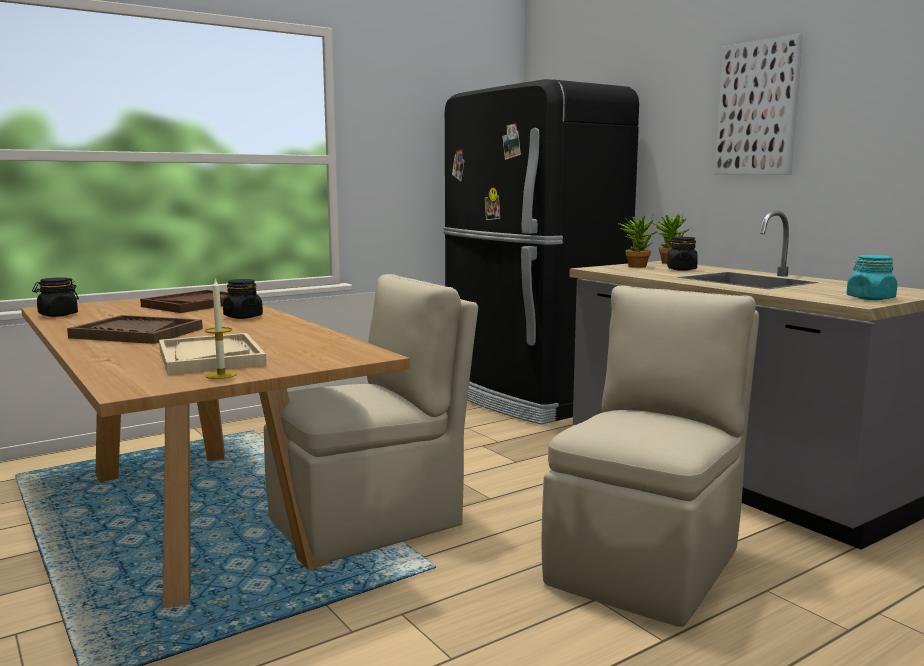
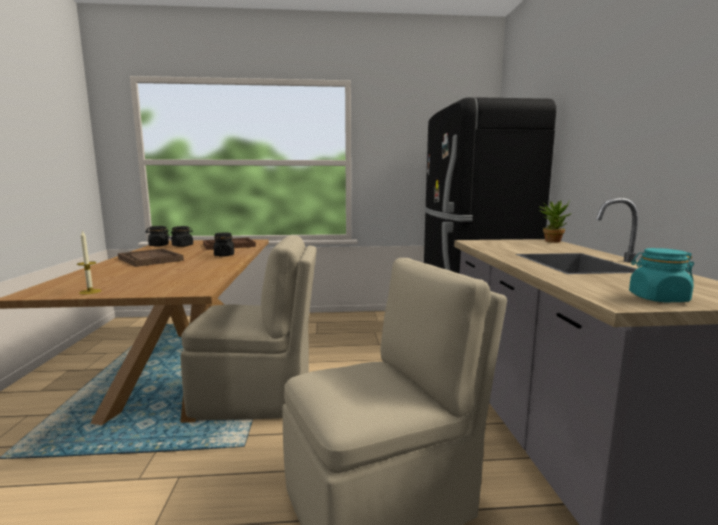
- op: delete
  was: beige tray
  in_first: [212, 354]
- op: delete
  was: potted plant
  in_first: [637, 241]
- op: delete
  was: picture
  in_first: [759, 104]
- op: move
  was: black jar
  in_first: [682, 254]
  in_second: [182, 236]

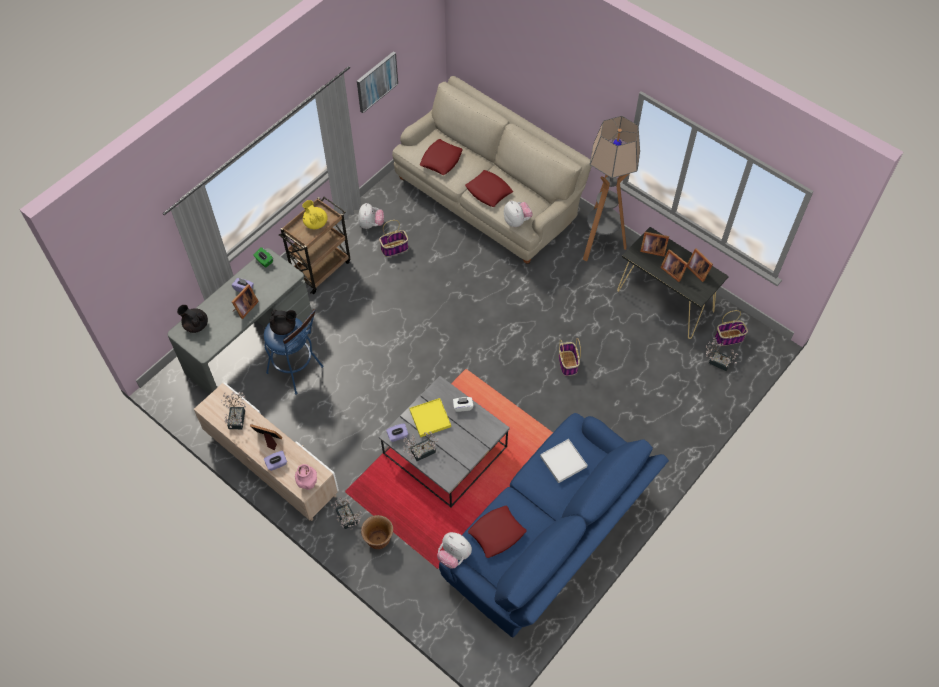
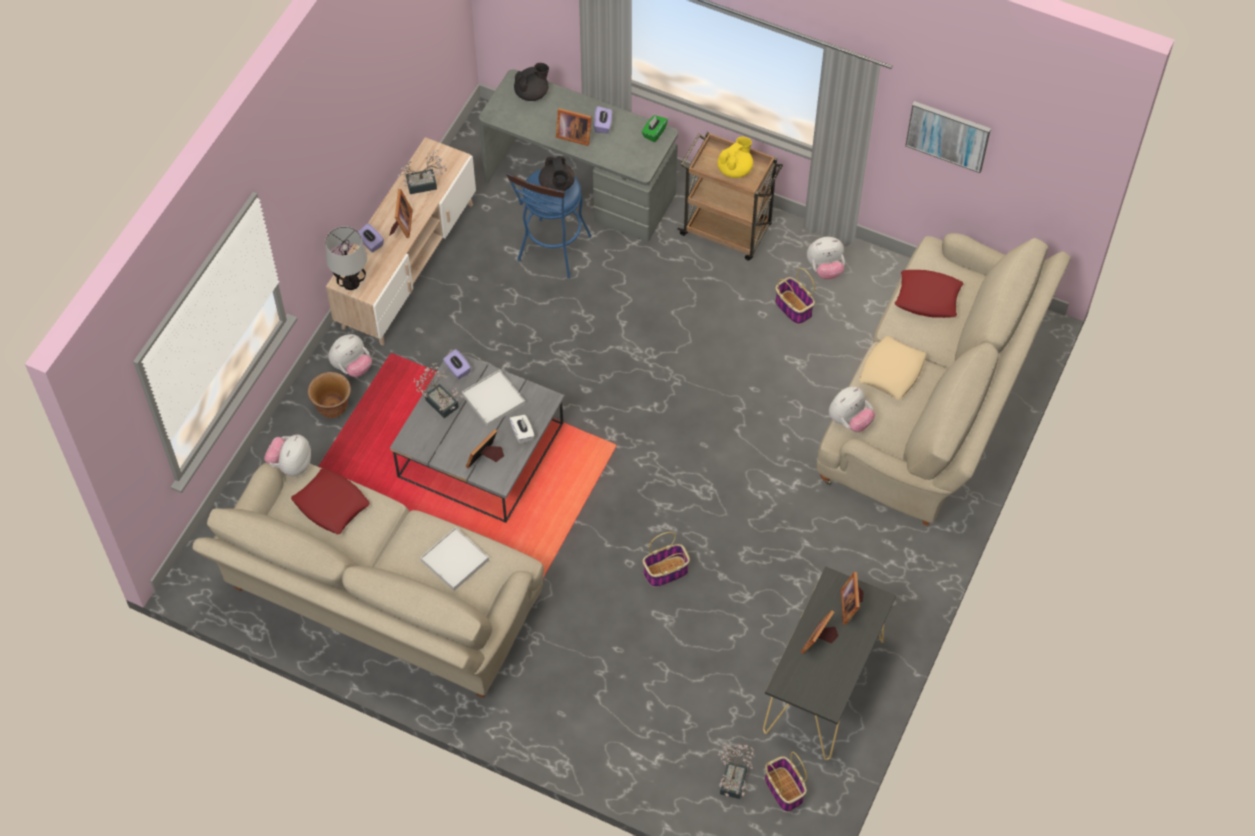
- op: delete
  was: floor lamp
  in_first: [611, 189]
- op: move
  was: picture frame
  in_first: [700, 265]
  in_second: [485, 448]
- op: replace
  was: pink vase
  now: table lamp
  in_first: [306, 477]
  in_second: [346, 258]
- op: replace
  was: potted plant
  now: plush toy
  in_first: [346, 513]
  in_second: [350, 355]
- op: recolor
  was: yellow tray
  now: white tray
  in_first: [430, 417]
  in_second: [493, 398]
- op: recolor
  was: blue sofa
  now: beige sofa
  in_first: [554, 525]
  in_second: [368, 580]
- op: recolor
  was: red pillow
  now: beige pillow
  in_first: [489, 188]
  in_second: [892, 368]
- op: rotate
  was: black teapot
  in_first: [192, 319]
  in_second: [531, 82]
  clockwise: 45

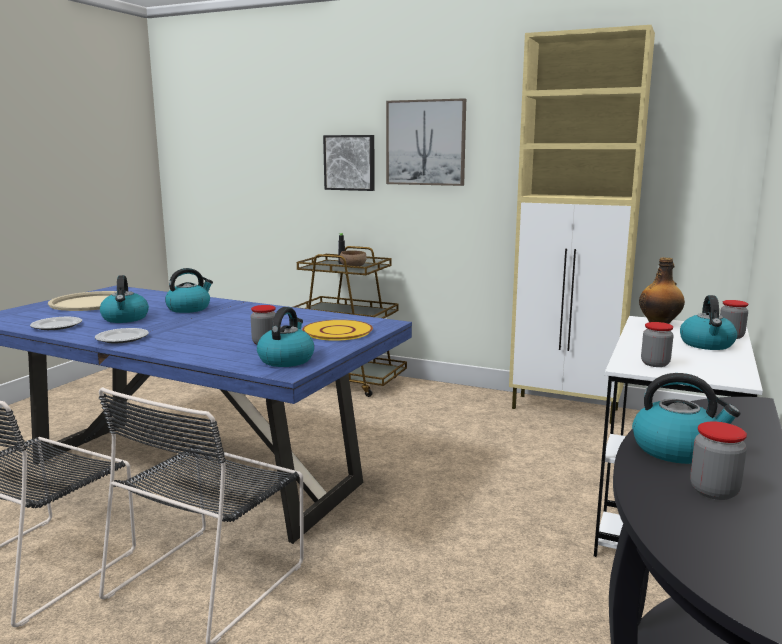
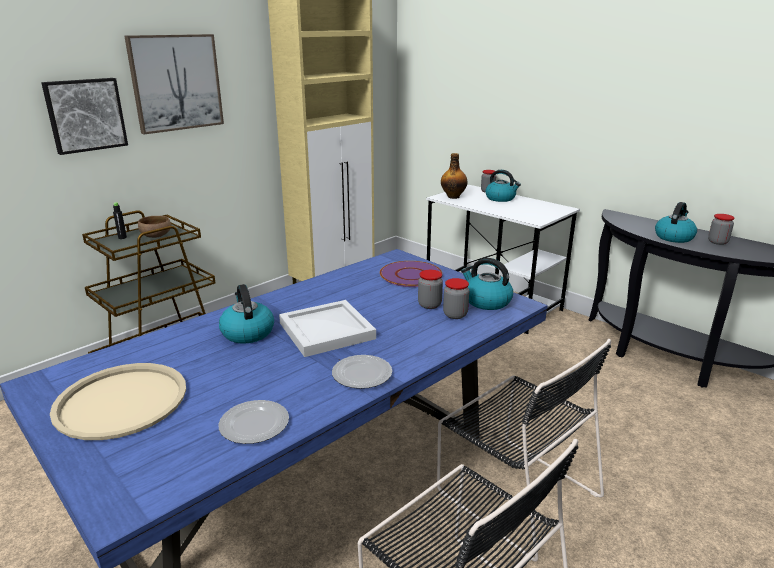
- op: delete
  was: kettle
  in_first: [124, 299]
- op: insert
  now: white tray
  in_second: [327, 328]
- op: move
  was: jar
  in_first: [657, 344]
  in_second: [456, 298]
- op: recolor
  was: yellow plate
  now: purple plate
  in_first: [337, 330]
  in_second: [411, 274]

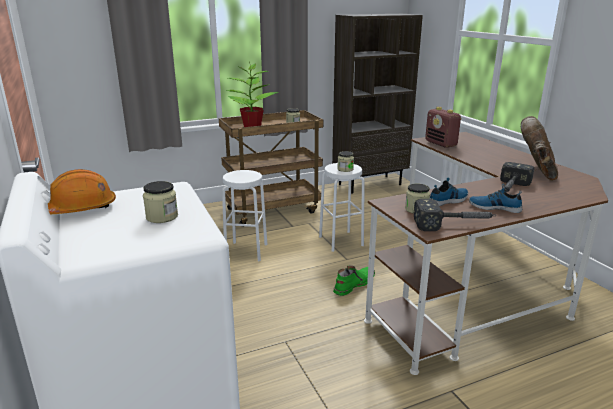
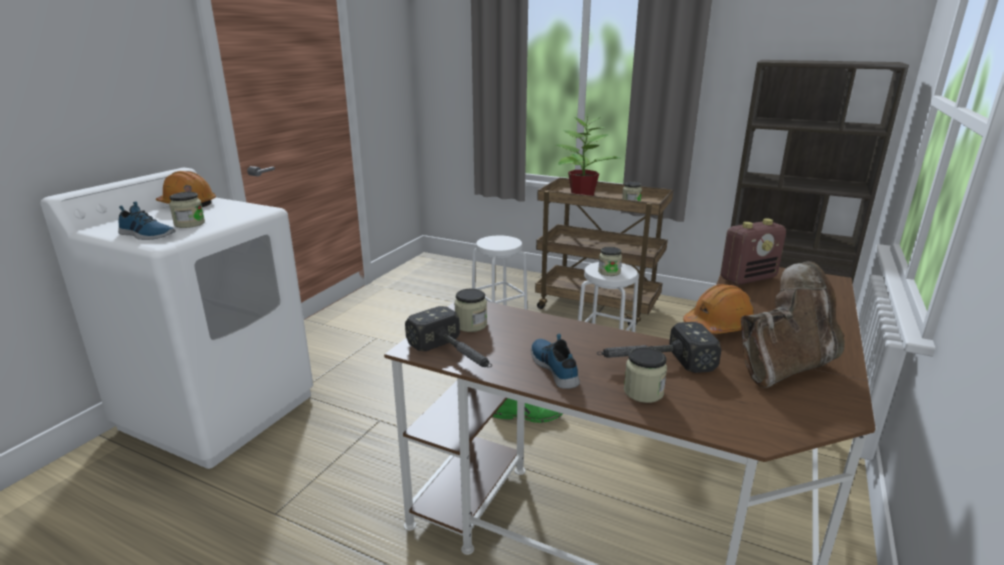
- op: insert
  now: jar
  in_second: [645, 375]
- op: insert
  now: orange hard hat
  in_second: [718, 309]
- op: move
  was: shoe
  in_first: [449, 192]
  in_second: [147, 220]
- op: rotate
  was: radio
  in_first: [443, 127]
  in_second: [753, 251]
  clockwise: -135

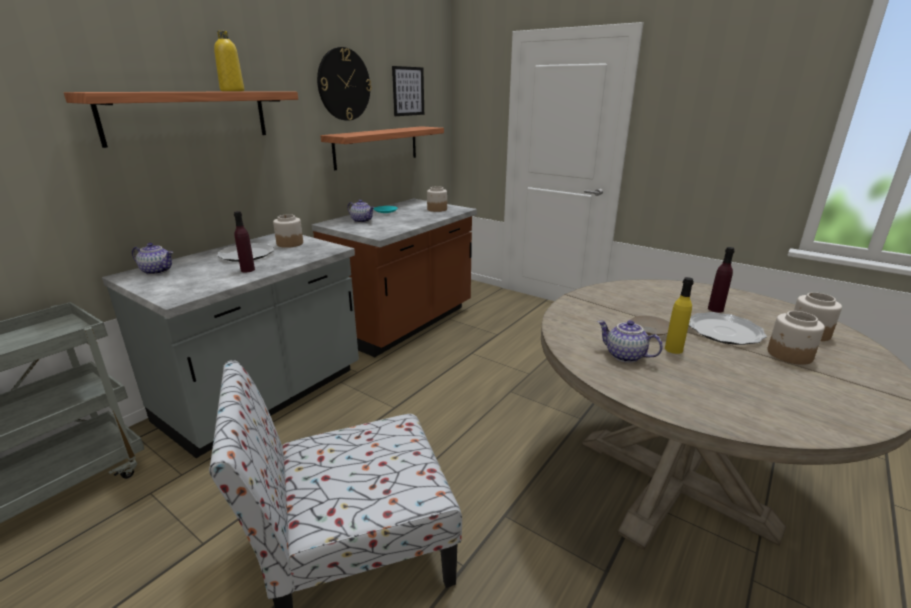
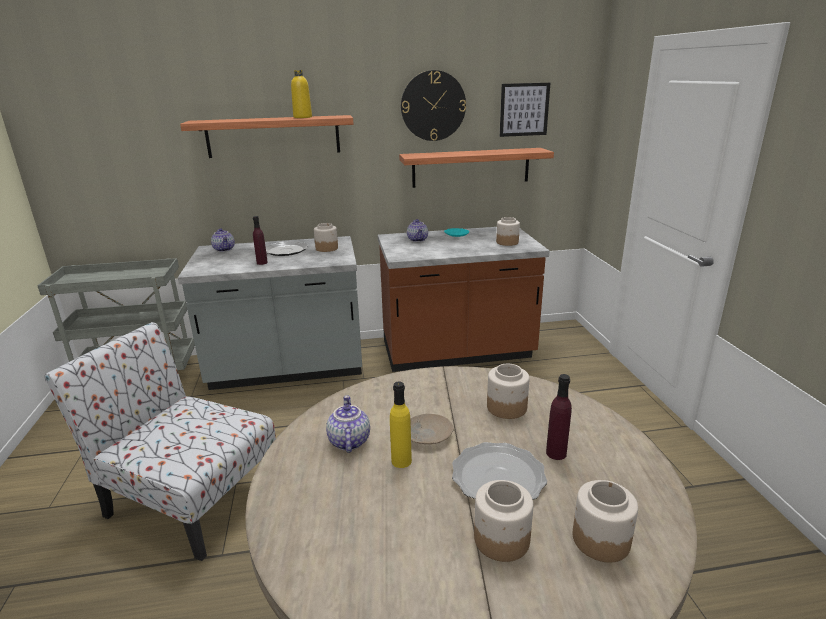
- op: insert
  now: jar
  in_second: [508, 391]

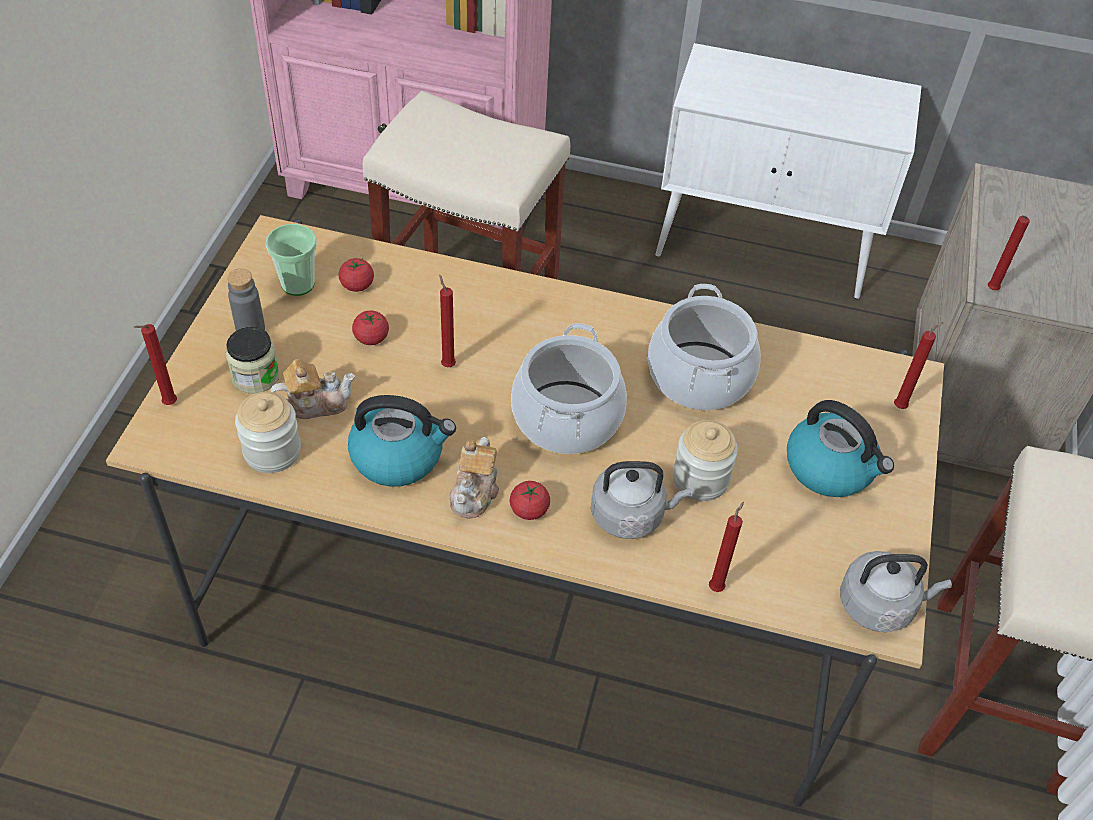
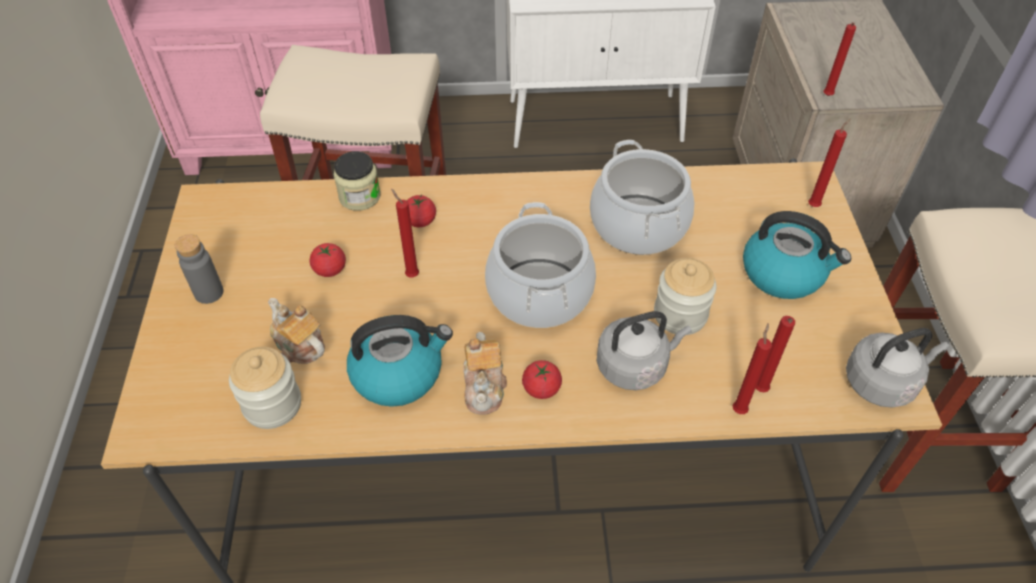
- op: delete
  was: cup
  in_first: [291, 260]
- op: move
  was: red candle
  in_first: [155, 364]
  in_second: [775, 354]
- op: move
  was: jar
  in_first: [252, 360]
  in_second: [357, 181]
- op: move
  was: tomato
  in_first: [356, 275]
  in_second: [421, 211]
- op: rotate
  was: teapot
  in_first: [313, 389]
  in_second: [296, 331]
  clockwise: -105

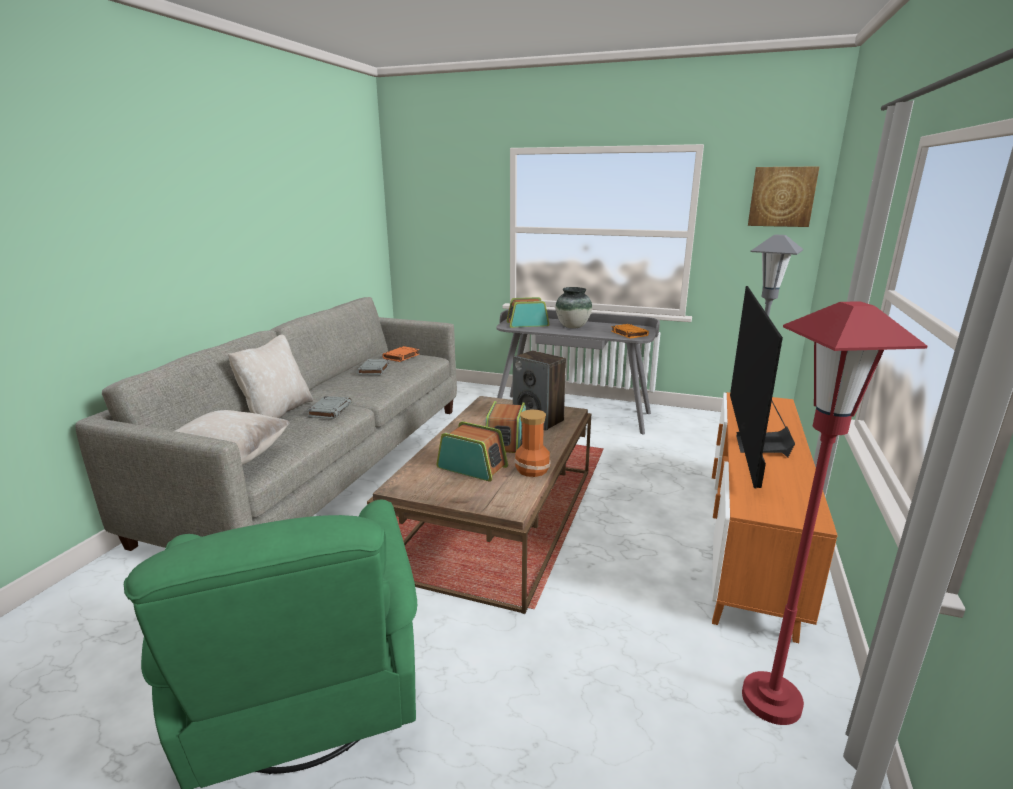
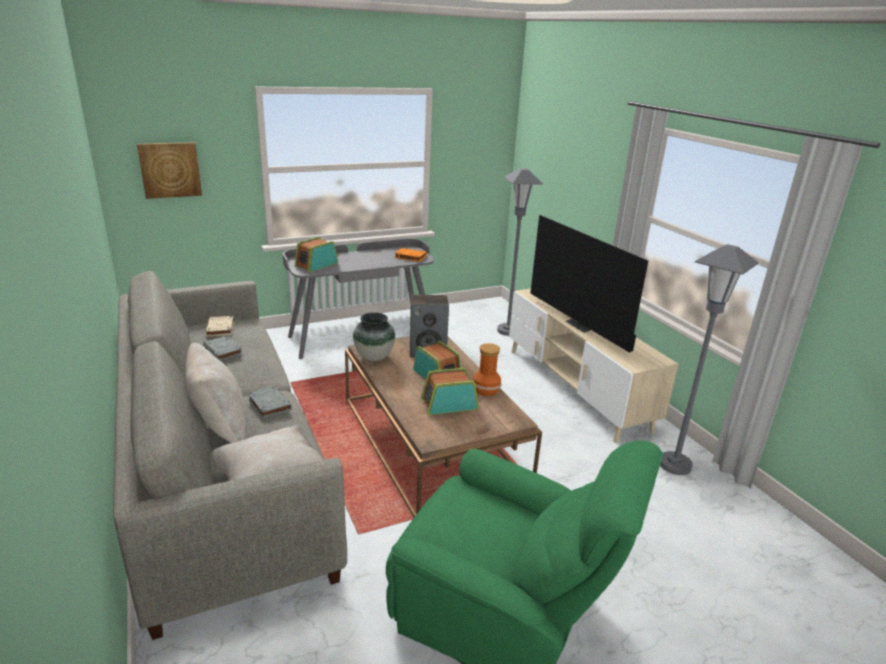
- op: move
  was: vase
  in_first: [573, 308]
  in_second: [374, 336]
- op: move
  was: picture
  in_first: [783, 196]
  in_second: [169, 170]
- op: recolor
  was: orange book
  now: beige book
  in_first: [400, 354]
  in_second: [219, 326]
- op: recolor
  was: orange tv stand
  now: beige tv stand
  in_first: [775, 517]
  in_second: [594, 366]
- op: recolor
  was: red floor lamp
  now: grey floor lamp
  in_first: [834, 513]
  in_second: [709, 359]

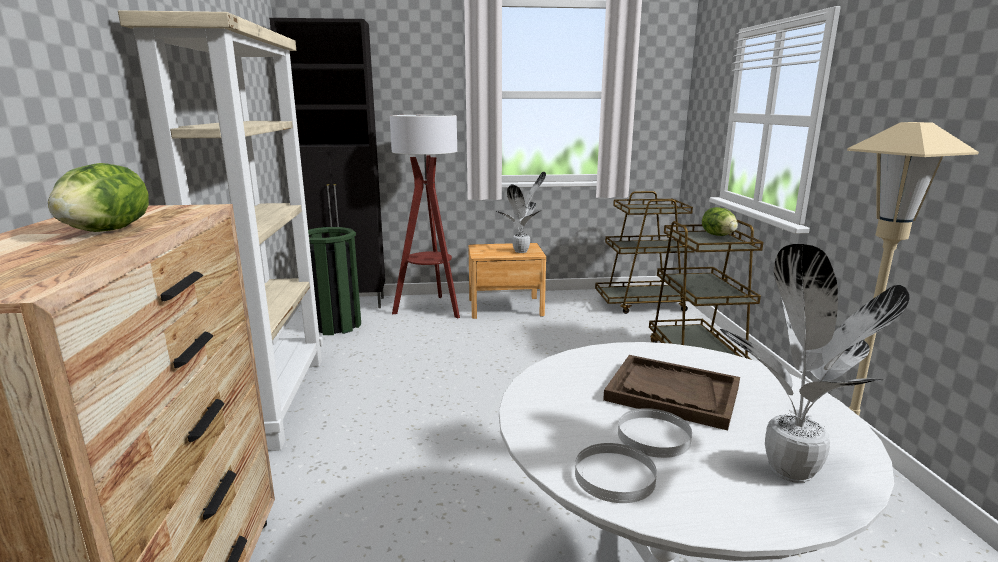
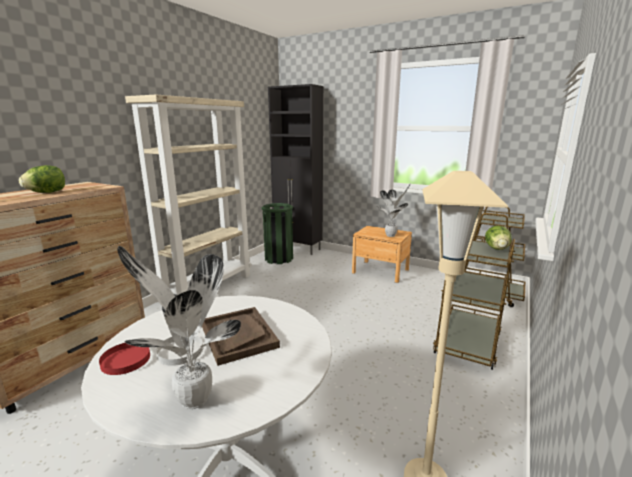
- op: delete
  was: floor lamp
  in_first: [425, 216]
- op: recolor
  was: white plate
  now: red plate
  in_first: [616, 473]
  in_second: [124, 359]

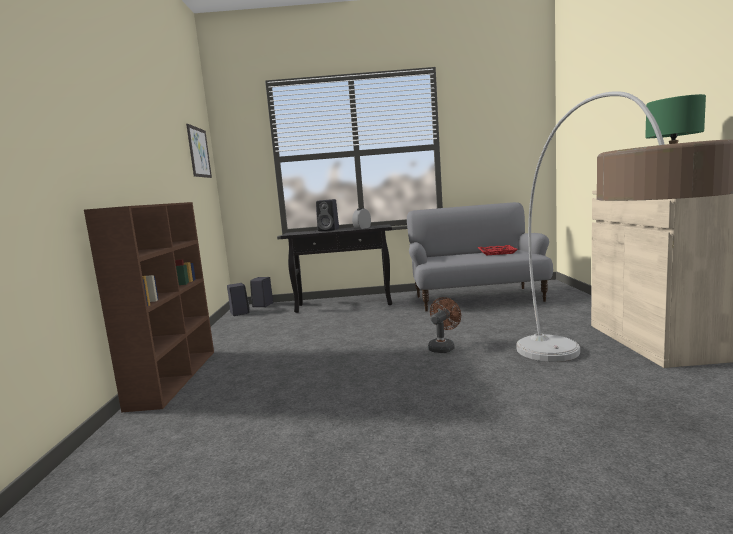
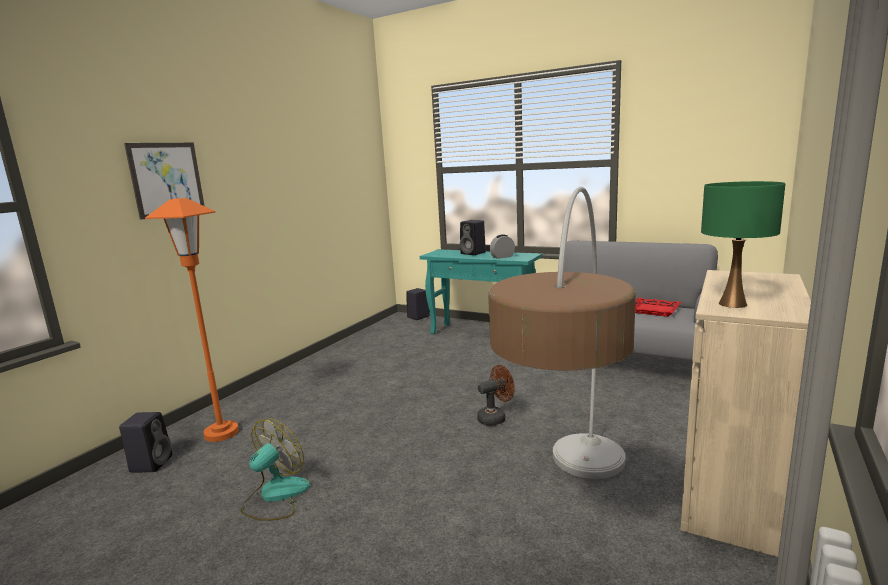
- op: delete
  was: brown bookcase
  in_first: [149, 307]
- op: insert
  now: orange floor lamp
  in_second: [192, 320]
- op: insert
  now: fan
  in_second: [275, 470]
- op: move
  was: picture
  in_first: [199, 151]
  in_second: [164, 181]
- op: move
  was: black speaker
  in_first: [238, 299]
  in_second: [145, 442]
- op: recolor
  was: black console table
  now: turquoise console table
  in_first: [336, 268]
  in_second: [481, 291]

